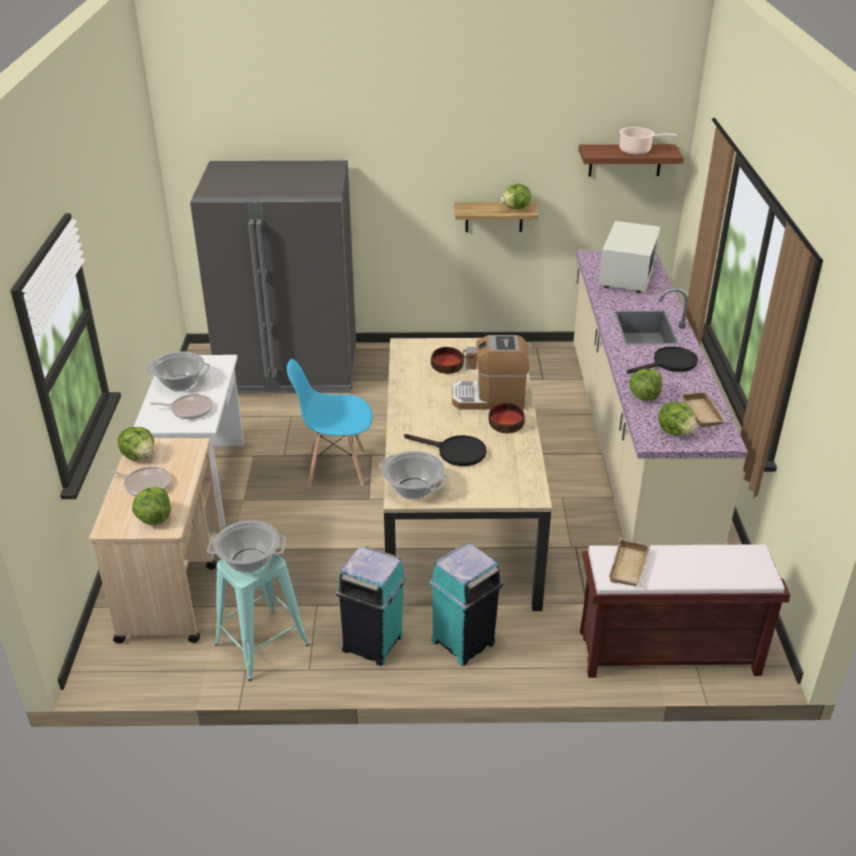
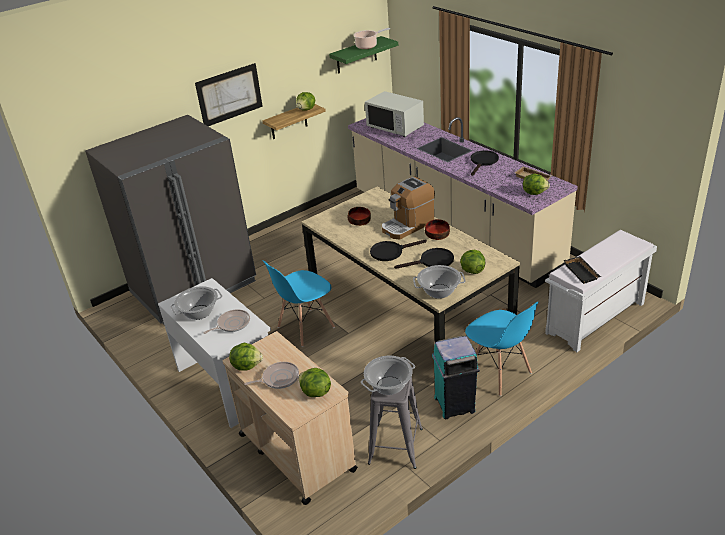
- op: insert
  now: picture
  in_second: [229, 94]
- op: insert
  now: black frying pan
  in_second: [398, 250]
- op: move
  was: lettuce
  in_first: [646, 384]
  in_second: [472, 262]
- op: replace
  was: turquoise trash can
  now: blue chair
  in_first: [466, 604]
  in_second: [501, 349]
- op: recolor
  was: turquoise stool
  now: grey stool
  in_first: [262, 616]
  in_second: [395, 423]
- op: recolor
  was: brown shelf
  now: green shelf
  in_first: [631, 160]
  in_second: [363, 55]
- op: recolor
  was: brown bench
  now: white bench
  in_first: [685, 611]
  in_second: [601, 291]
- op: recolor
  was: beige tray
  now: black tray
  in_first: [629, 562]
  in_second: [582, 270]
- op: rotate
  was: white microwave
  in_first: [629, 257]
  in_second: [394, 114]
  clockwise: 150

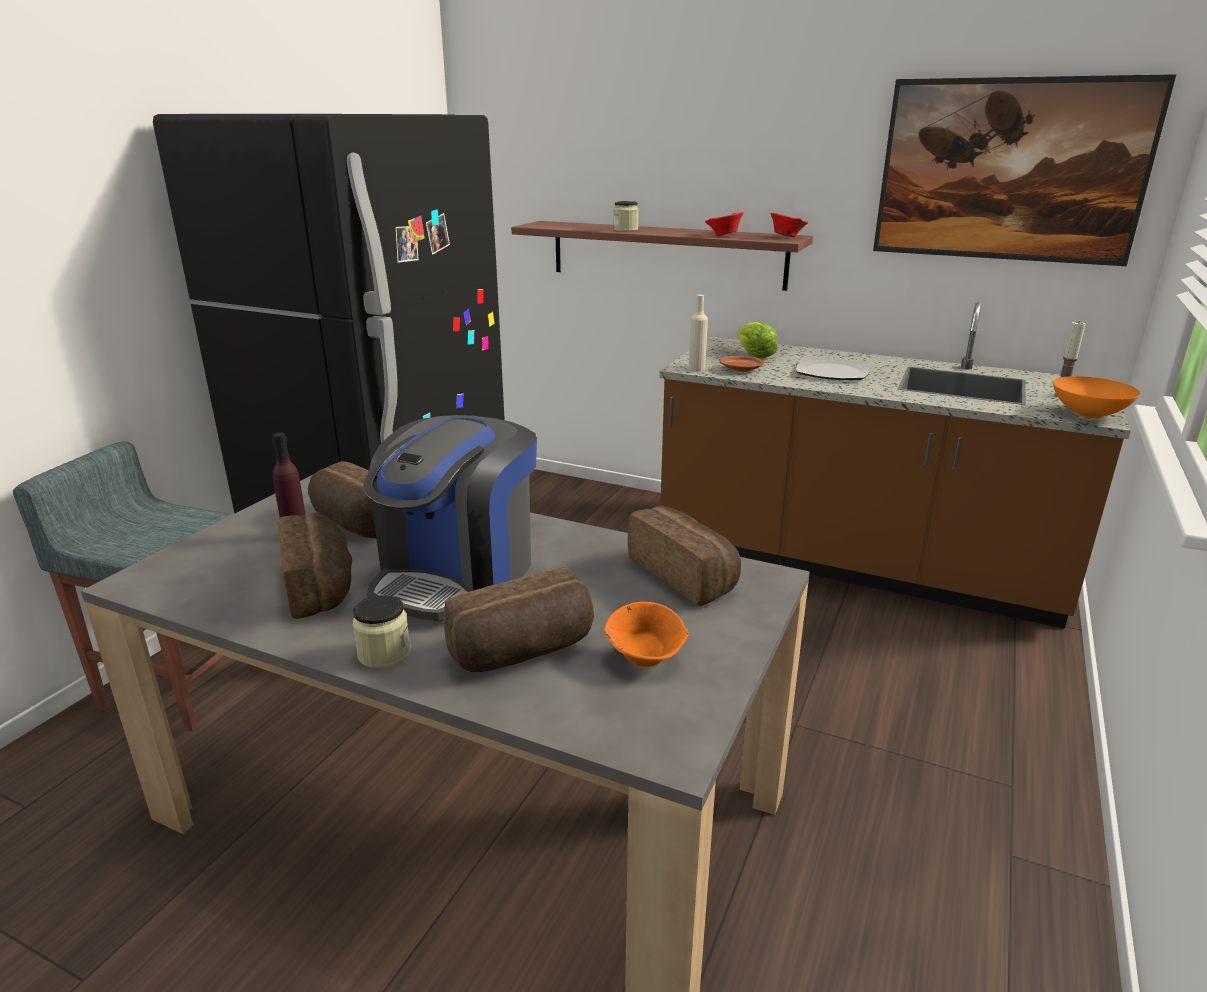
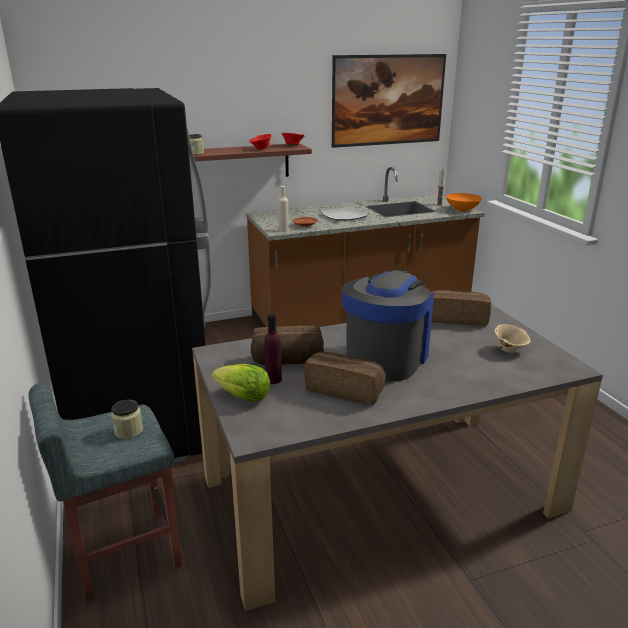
- op: delete
  was: bread
  in_first: [519, 619]
- op: move
  was: jar
  in_first: [382, 632]
  in_second: [127, 419]
- op: move
  was: lettuce
  in_first: [757, 340]
  in_second: [241, 383]
- op: recolor
  was: orange bowl
  now: beige bowl
  in_first: [646, 634]
  in_second: [512, 338]
- op: rotate
  was: coffee machine
  in_first: [450, 518]
  in_second: [388, 325]
  clockwise: -135

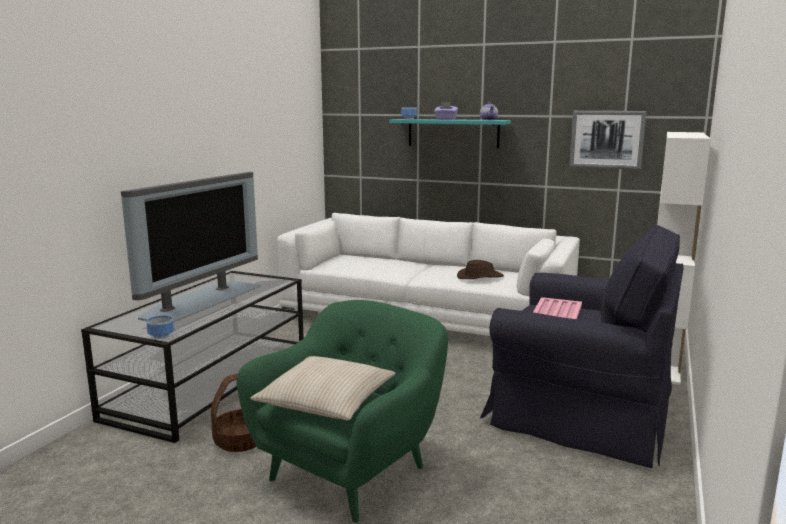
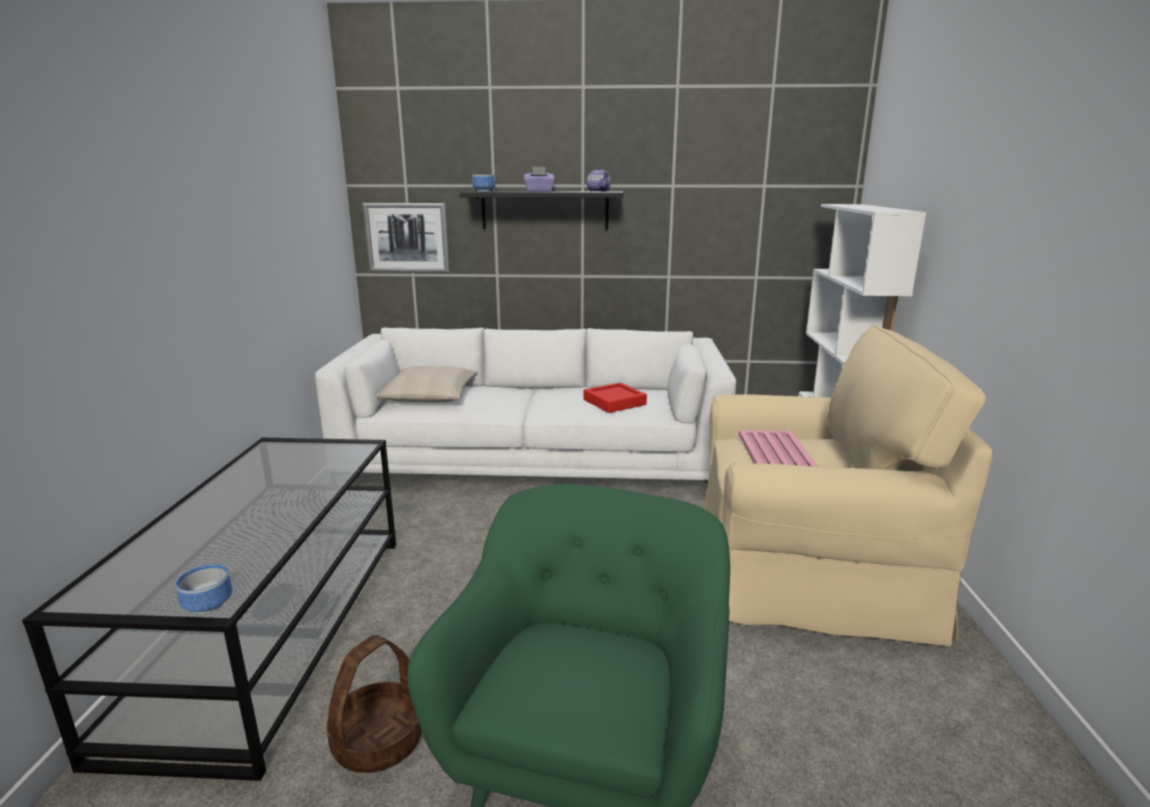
- op: delete
  was: television
  in_first: [191, 247]
- op: move
  was: beige pillow
  in_first: [323, 388]
  in_second: [426, 384]
- op: move
  was: picture
  in_first: [607, 140]
  in_second: [406, 238]
- op: replace
  was: brown hat
  now: red tray
  in_first: [480, 269]
  in_second: [615, 397]
- op: recolor
  was: turquoise shelf
  now: black shelf
  in_first: [450, 133]
  in_second: [541, 210]
- op: recolor
  was: black armchair
  now: beige armchair
  in_first: [582, 346]
  in_second: [847, 486]

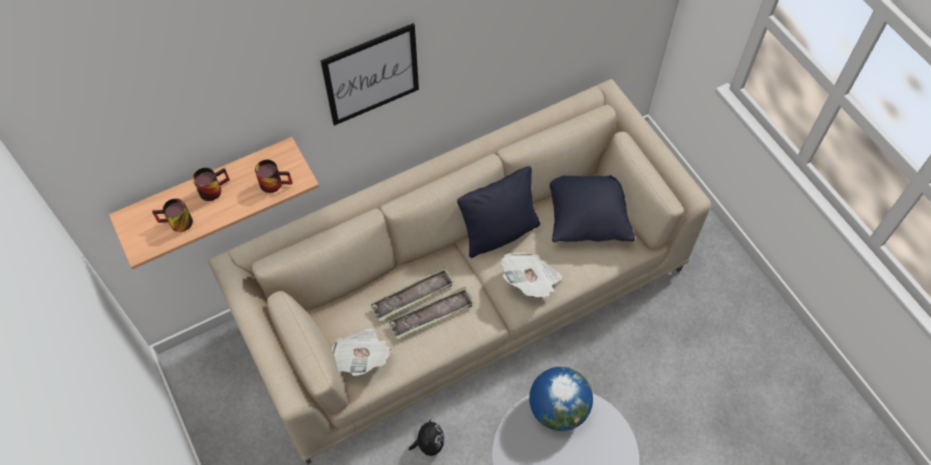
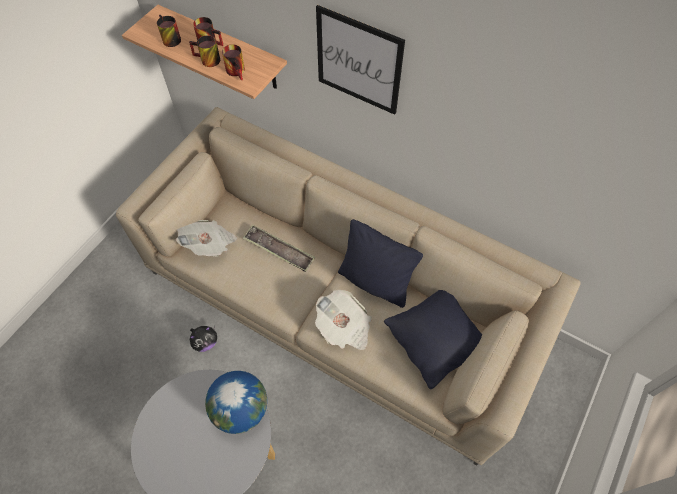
- op: delete
  was: tray
  in_first: [431, 313]
- op: insert
  now: mug
  in_second: [204, 51]

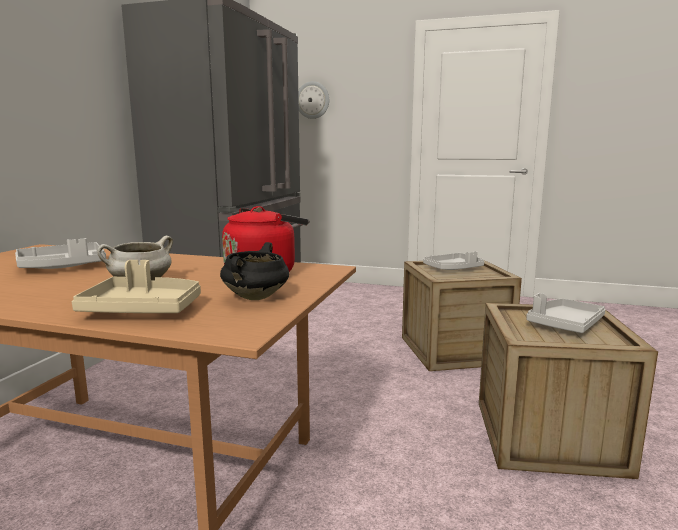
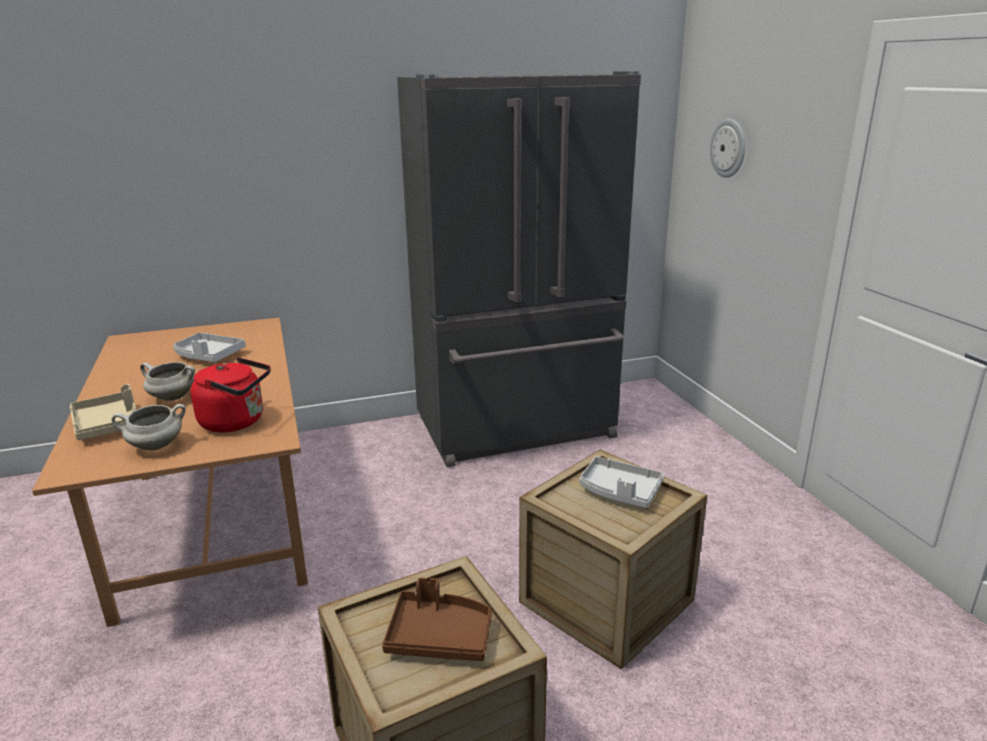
- op: recolor
  was: black cooking pot
  now: white cooking pot
  in_first: [254, 271]
  in_second: [148, 427]
- op: recolor
  was: grey tray
  now: brown tray
  in_first: [566, 313]
  in_second: [437, 619]

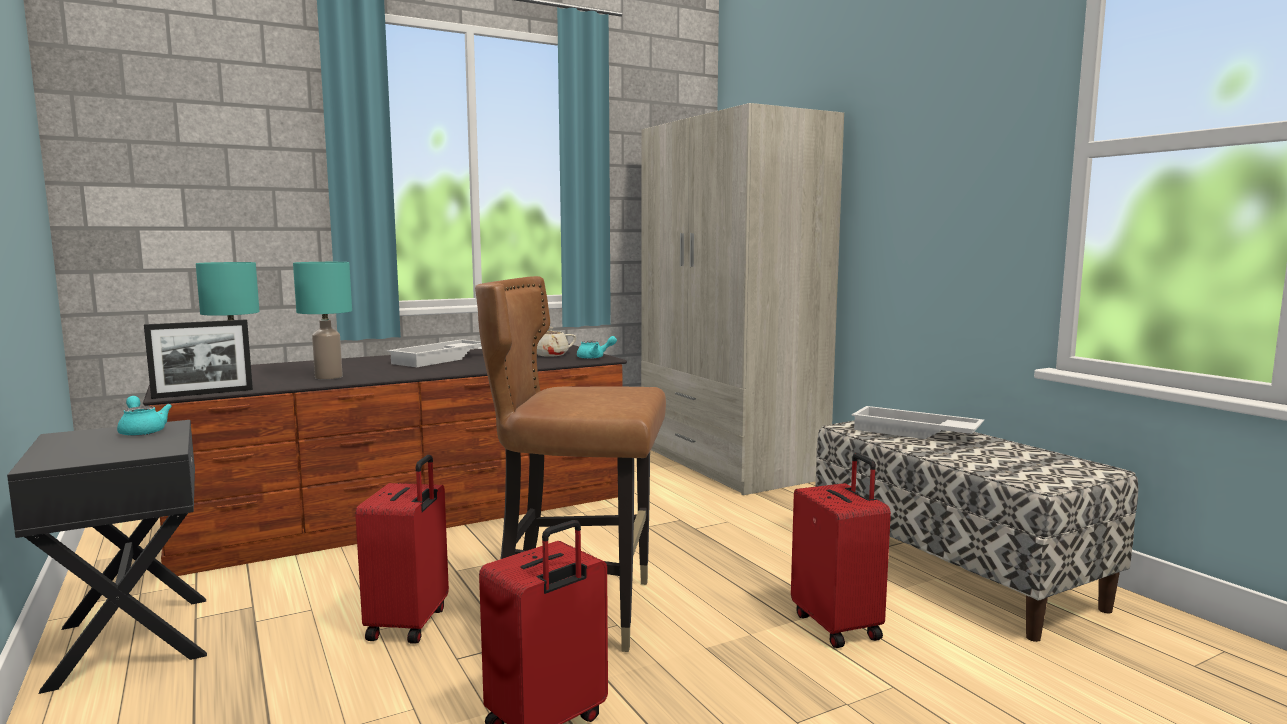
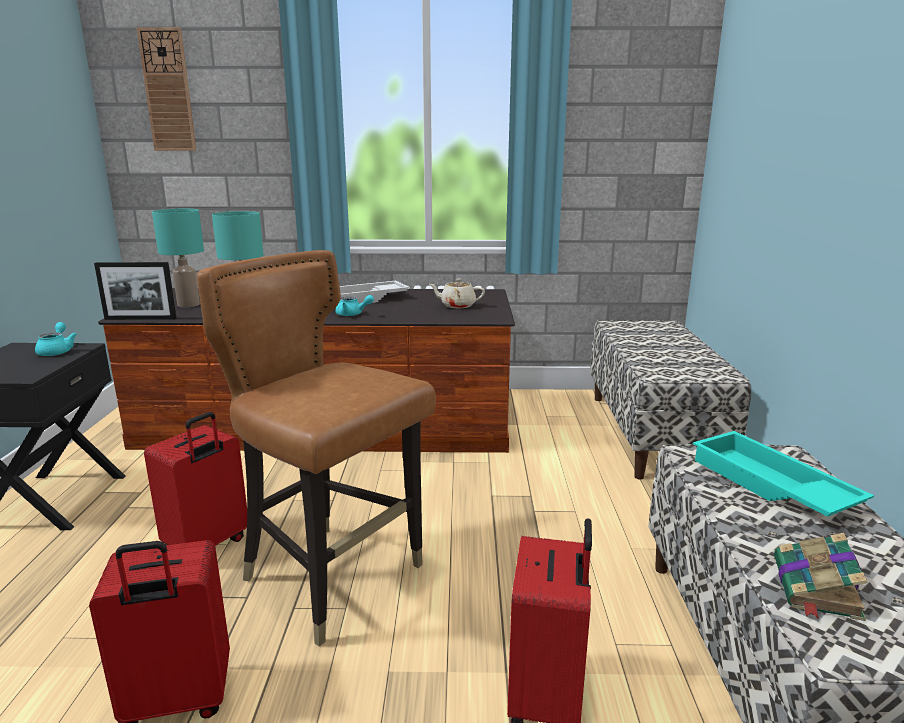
- op: insert
  now: wall clock
  in_second: [167, 89]
- op: insert
  now: book
  in_second: [821, 577]
- op: move
  was: turquoise teapot
  in_first: [597, 347]
  in_second: [355, 305]
- op: replace
  was: beige wardrobe
  now: bench
  in_first: [742, 299]
  in_second: [670, 399]
- op: recolor
  was: white tray
  now: turquoise tray
  in_first: [918, 422]
  in_second: [783, 474]

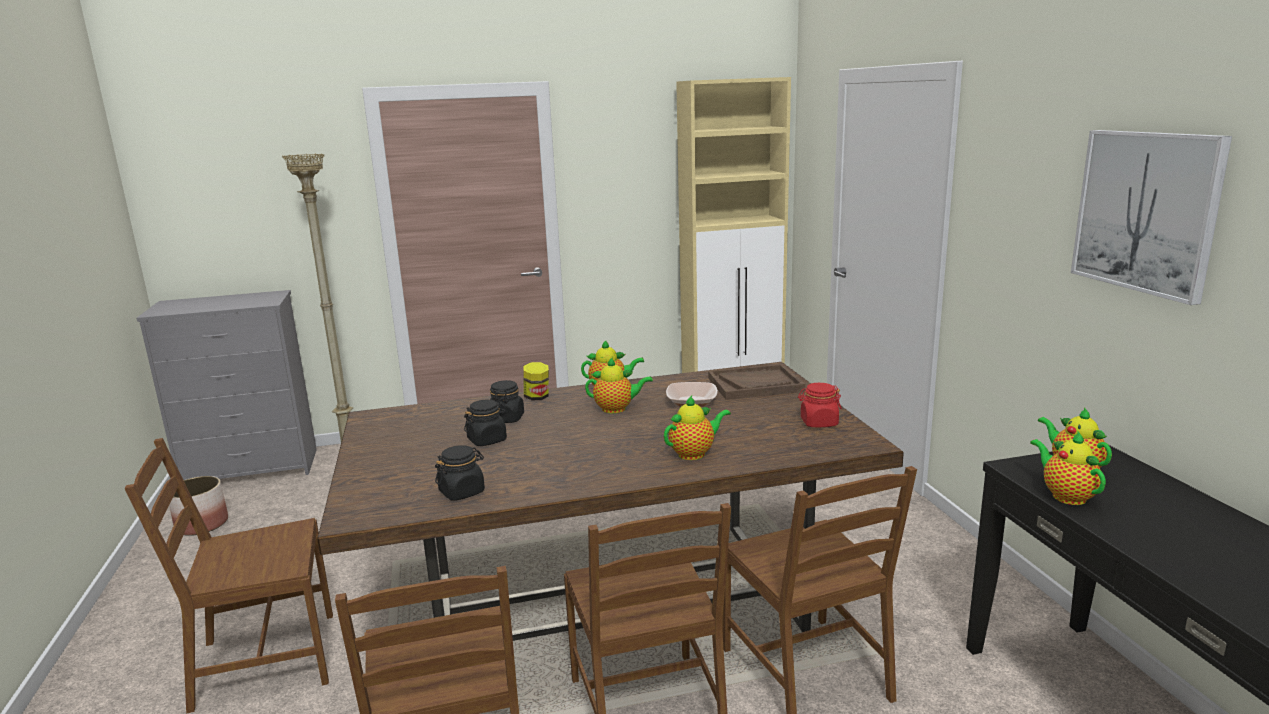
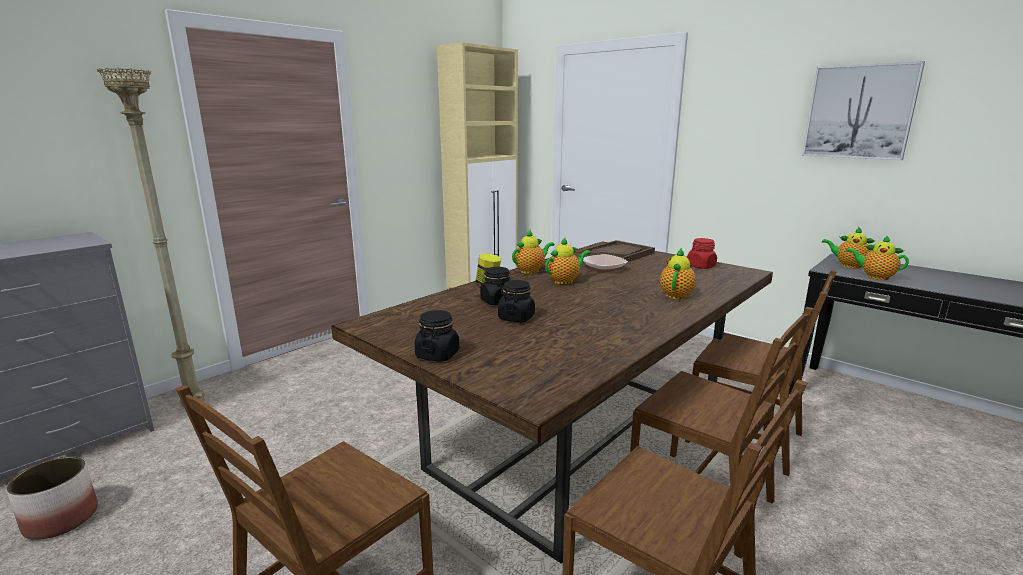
- op: move
  was: black jar
  in_first: [460, 473]
  in_second: [436, 336]

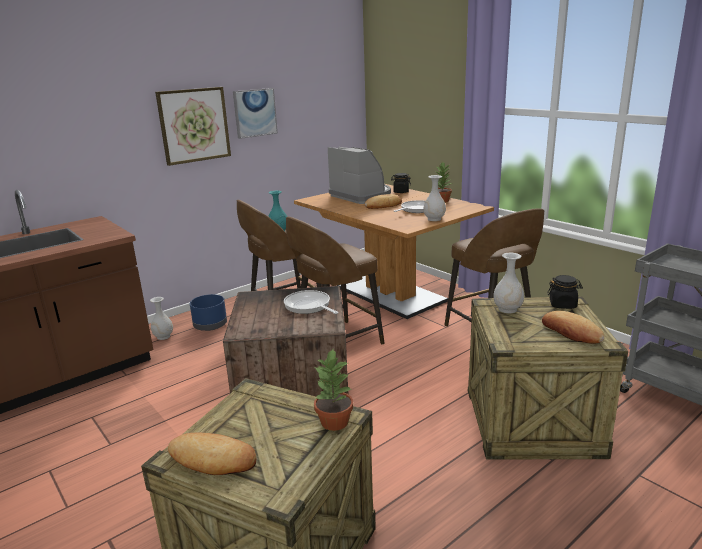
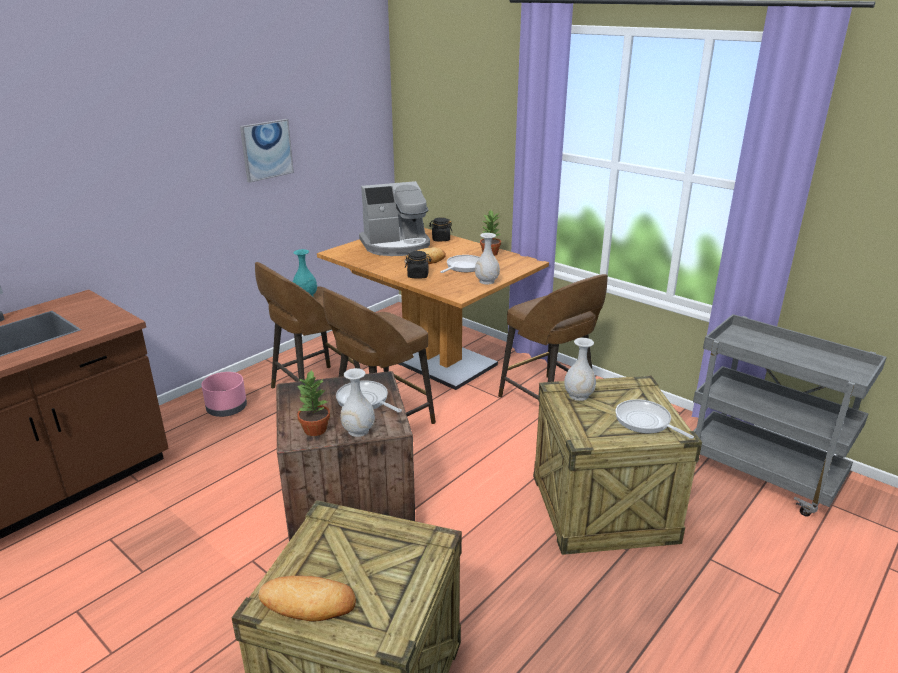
- op: delete
  was: picture
  in_first: [193, 126]
- op: move
  was: white vase
  in_first: [161, 318]
  in_second: [358, 402]
- op: move
  was: potted plant
  in_first: [333, 390]
  in_second: [313, 402]
- op: move
  was: black jar
  in_first: [565, 292]
  in_second: [418, 265]
- op: replace
  was: bread
  now: frying pan
  in_first: [573, 327]
  in_second: [655, 419]
- op: recolor
  was: blue planter
  now: pink planter
  in_first: [208, 312]
  in_second: [224, 394]
- op: rotate
  was: coffee machine
  in_first: [359, 175]
  in_second: [394, 218]
  clockwise: 120

